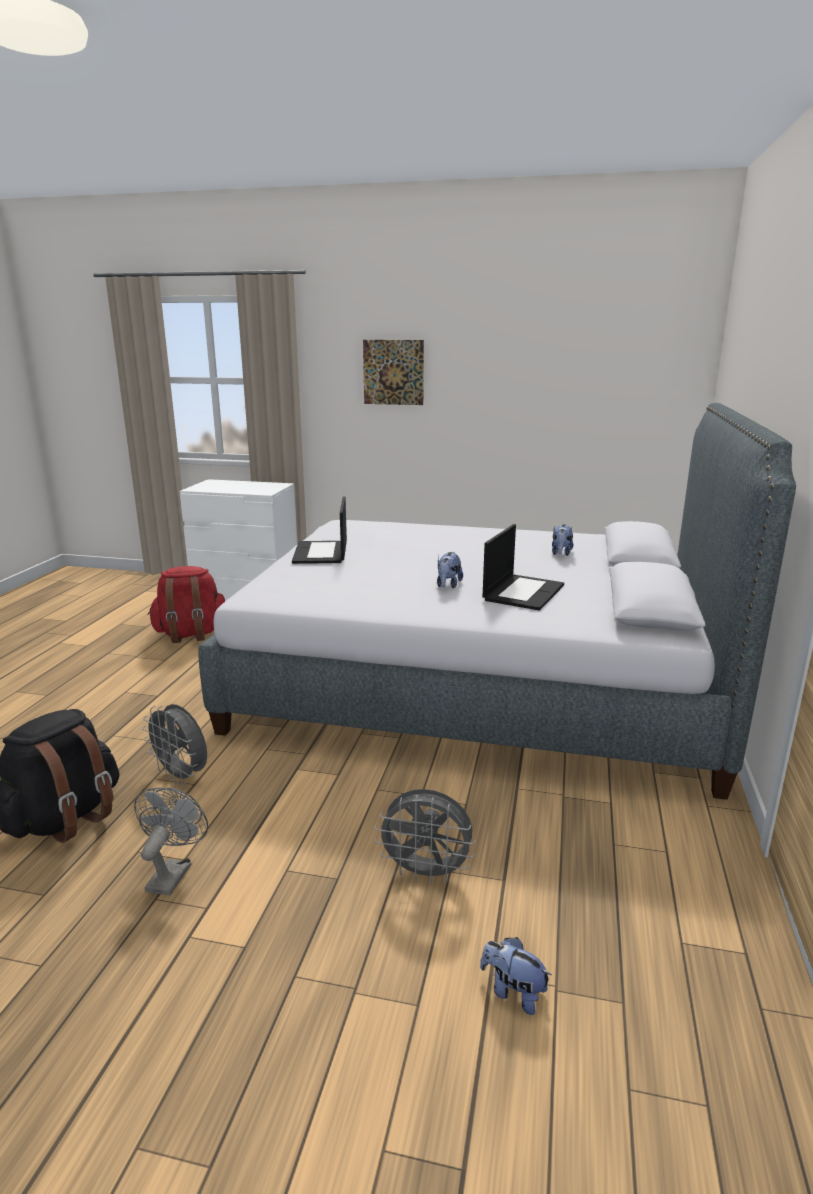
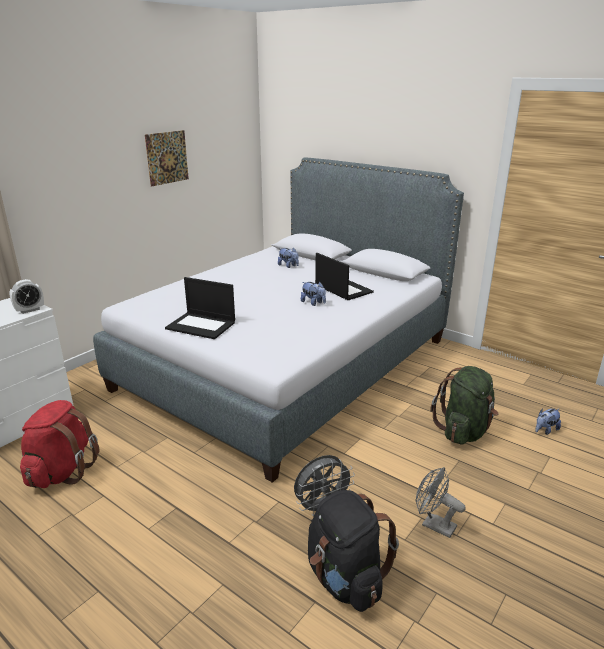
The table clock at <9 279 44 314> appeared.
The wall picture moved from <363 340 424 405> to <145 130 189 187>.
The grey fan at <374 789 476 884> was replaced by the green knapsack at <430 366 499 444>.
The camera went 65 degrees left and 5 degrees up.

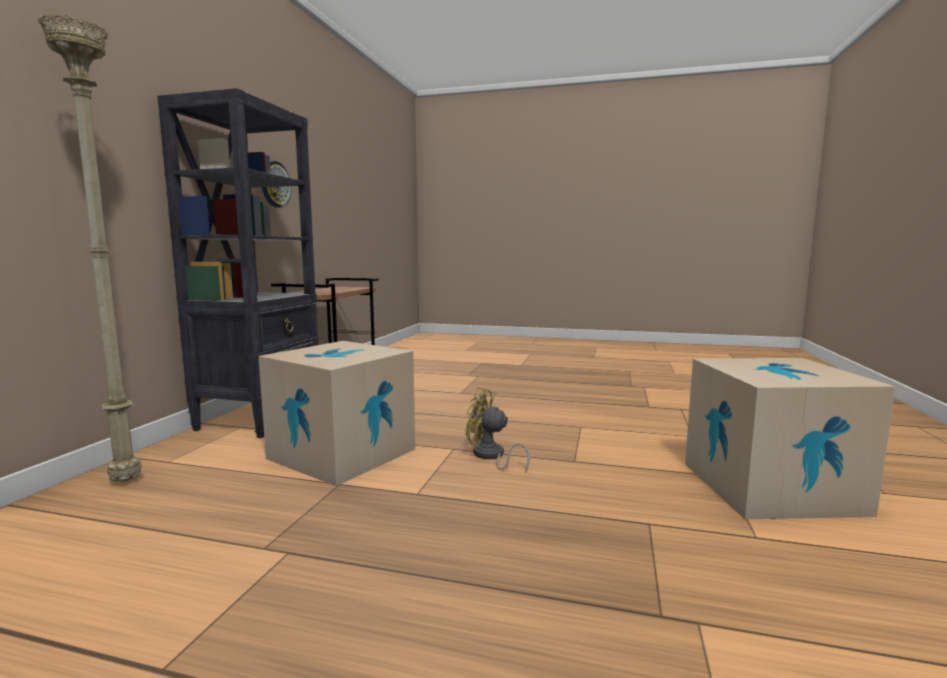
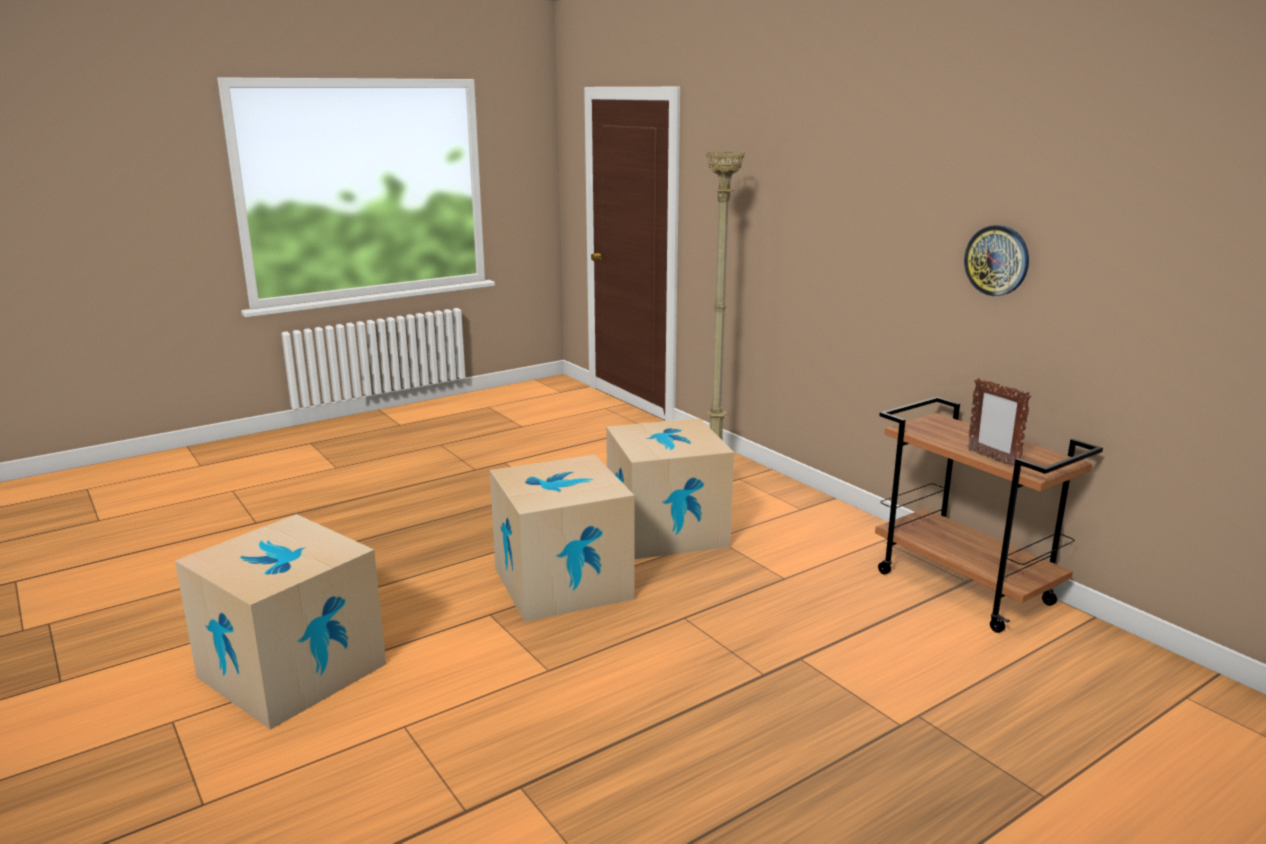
The blackish shelving unit at <157 88 319 438> disappeared.
The picture frame at <967 378 1031 466> appeared.
The yellowish fan at <466 387 530 473> was replaced by the carton at <490 455 635 622>.
The camera went 130 degrees right and 10 degrees up.

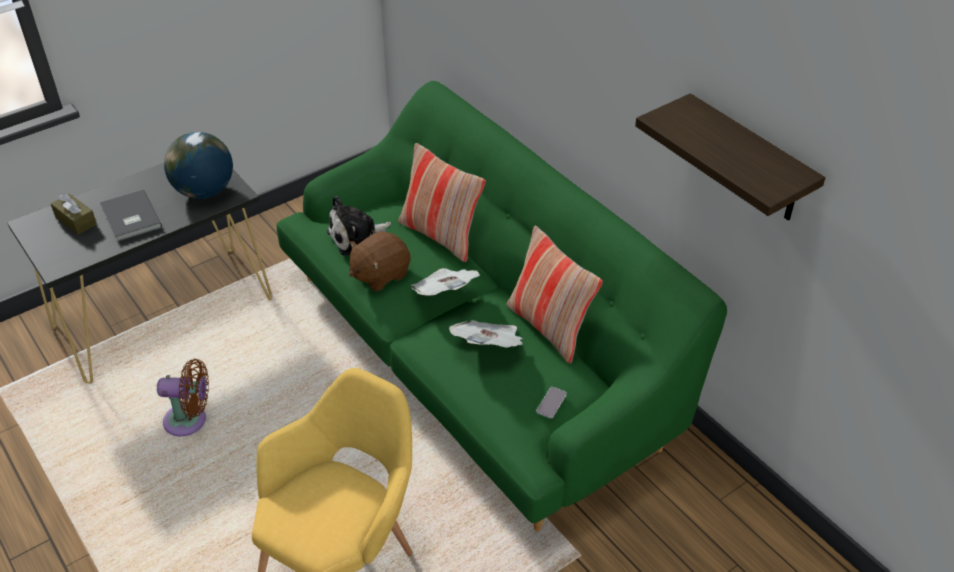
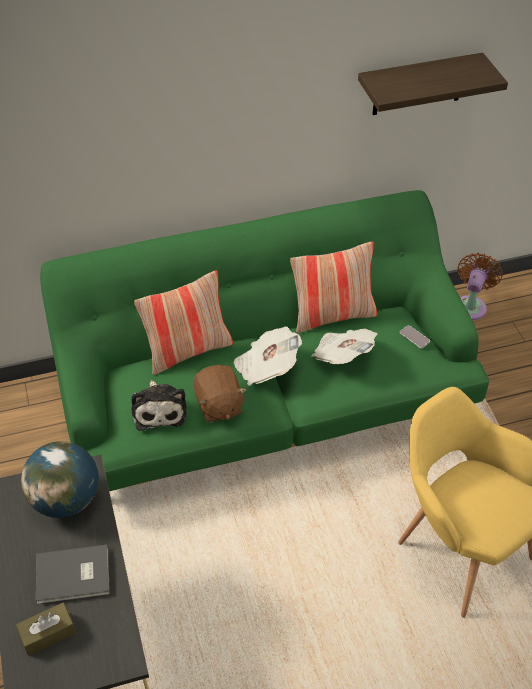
The brown-coloured fan moved from <157 359 209 436> to <458 253 503 320>.
The camera went 70 degrees left and 5 degrees up.

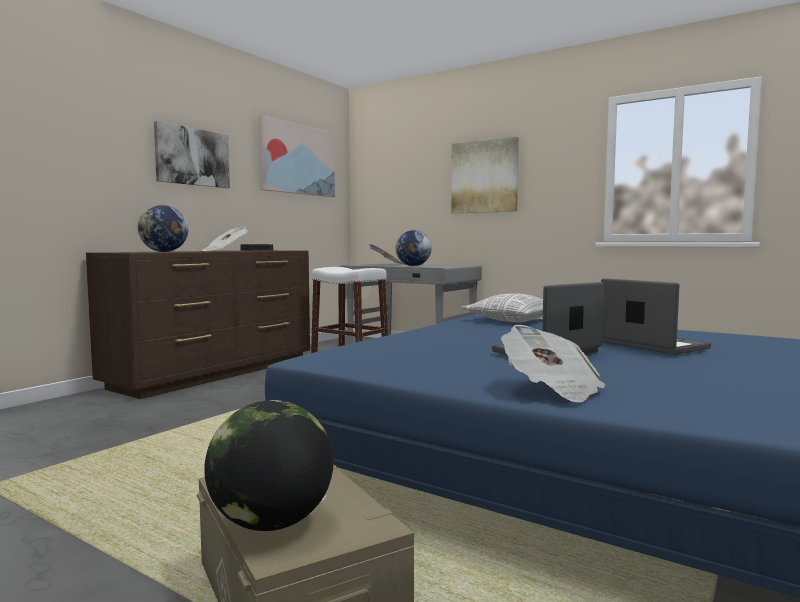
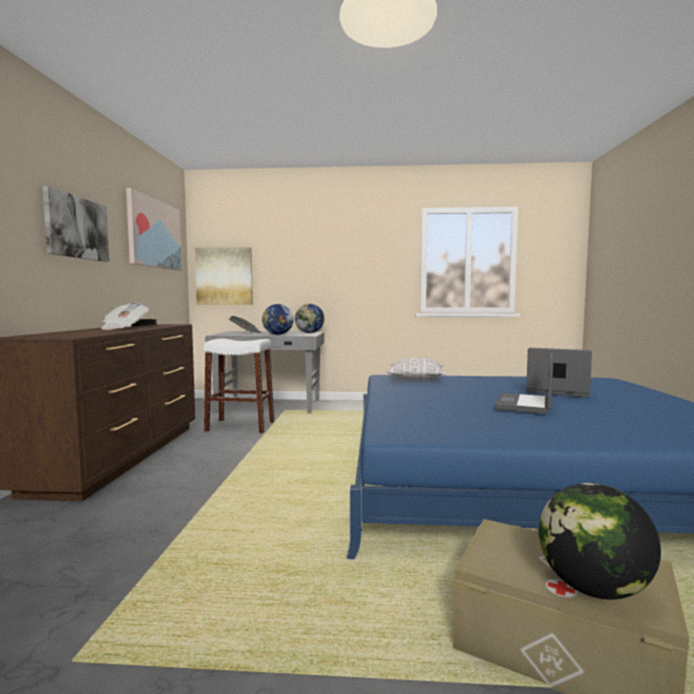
The printed paper at <501 325 606 403> disappeared.
The world globe moved from <138 205 188 252> to <295 304 324 333>.
The wall picture moved from <451 137 519 214> to <195 247 253 305>.
The camera went 30 degrees left and 0 degrees up.

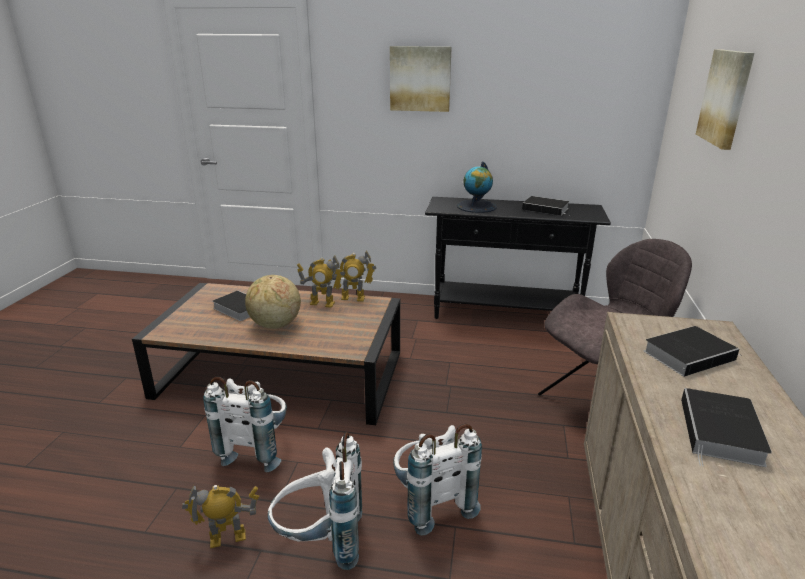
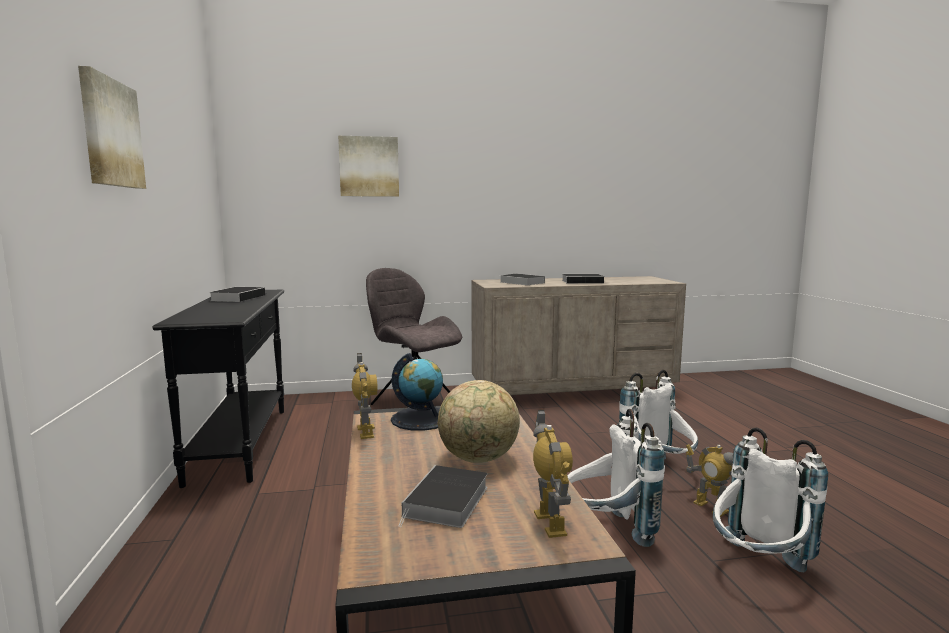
The model robot moved from <297 255 345 308> to <533 410 573 538>.
The white knapsack moved from <393 424 482 536> to <713 427 828 572>.
The world globe moved from <457 162 497 213> to <391 353 443 431>.
The camera went 110 degrees left and 15 degrees down.

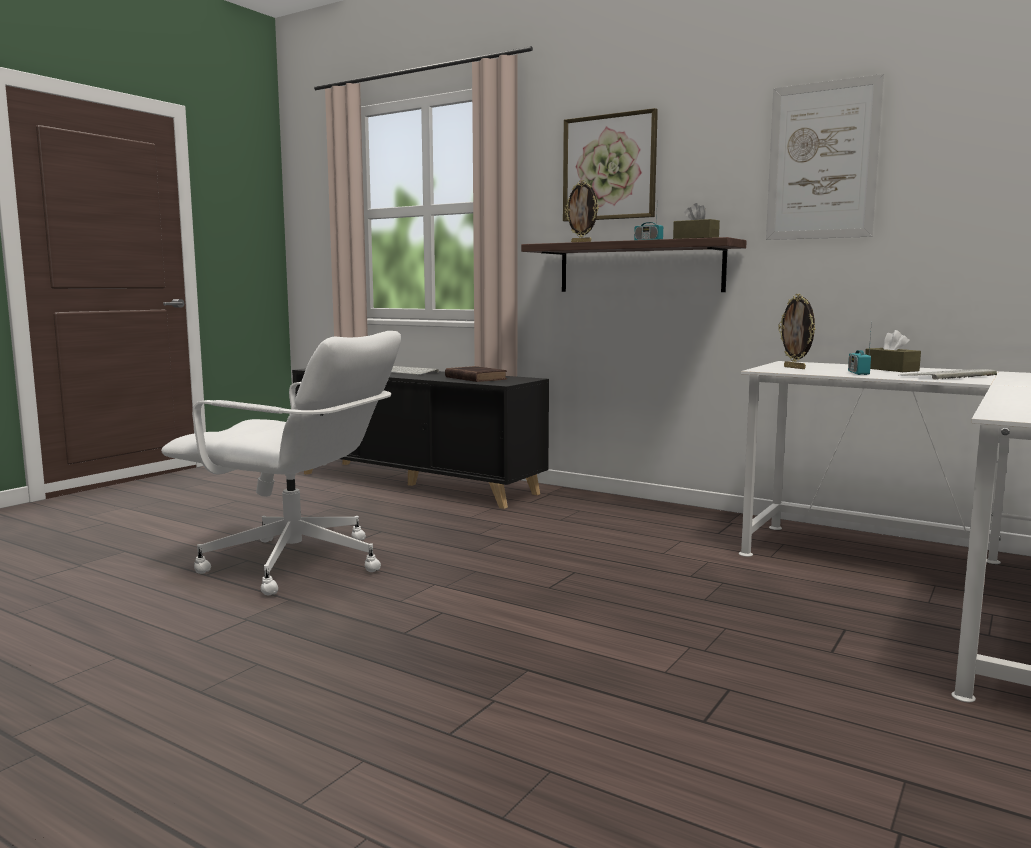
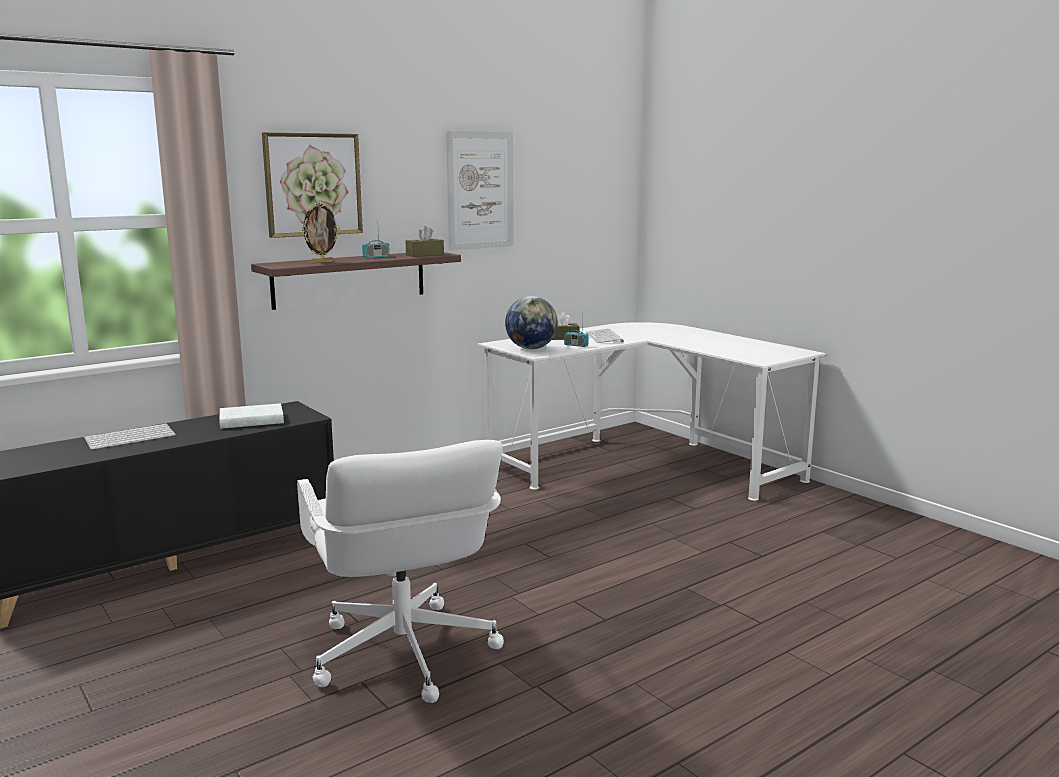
The picture frame at <778 294 815 369> was replaced by the world globe at <505 296 558 349>.
The brown-coloured book at <445 366 507 382> became the white book at <219 403 284 429>.
The white desk chair at <161 331 401 596> turned 120 degrees clockwise.
The camera went 70 degrees left and 5 degrees up.

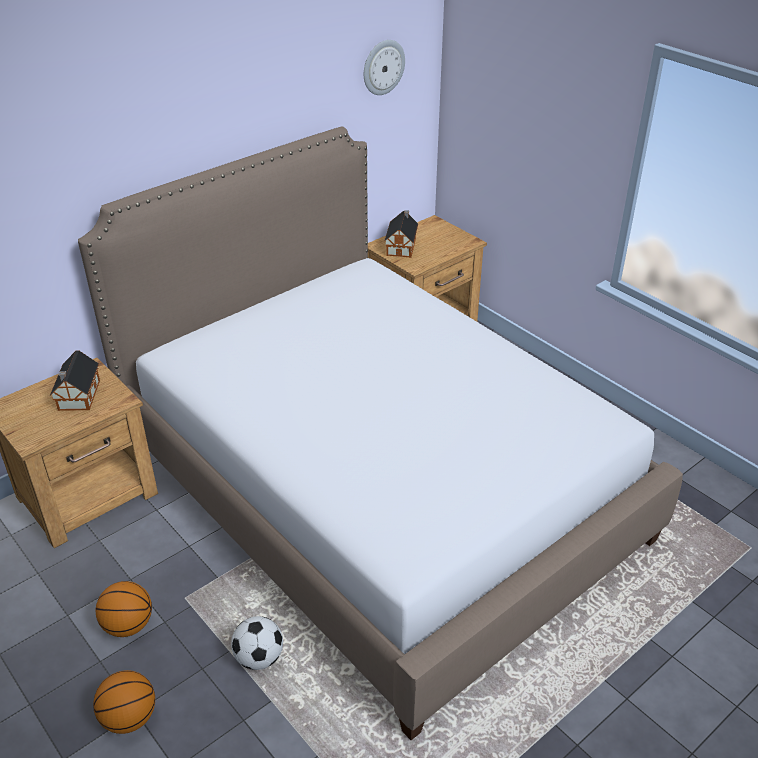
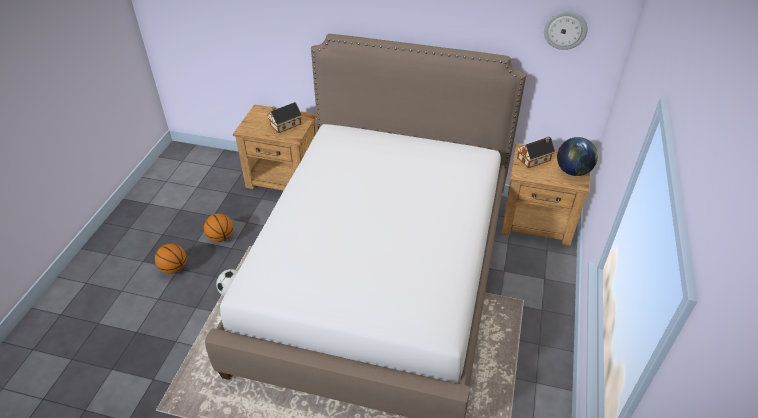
The world globe at <557 137 598 176> appeared.
The camera went 55 degrees right and 5 degrees up.

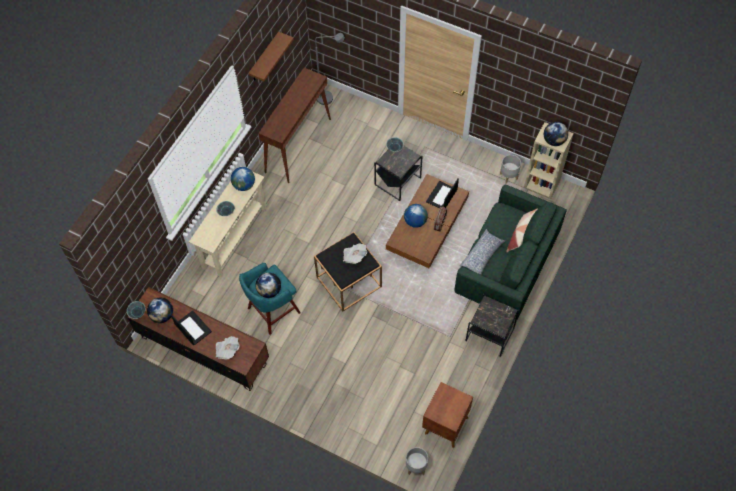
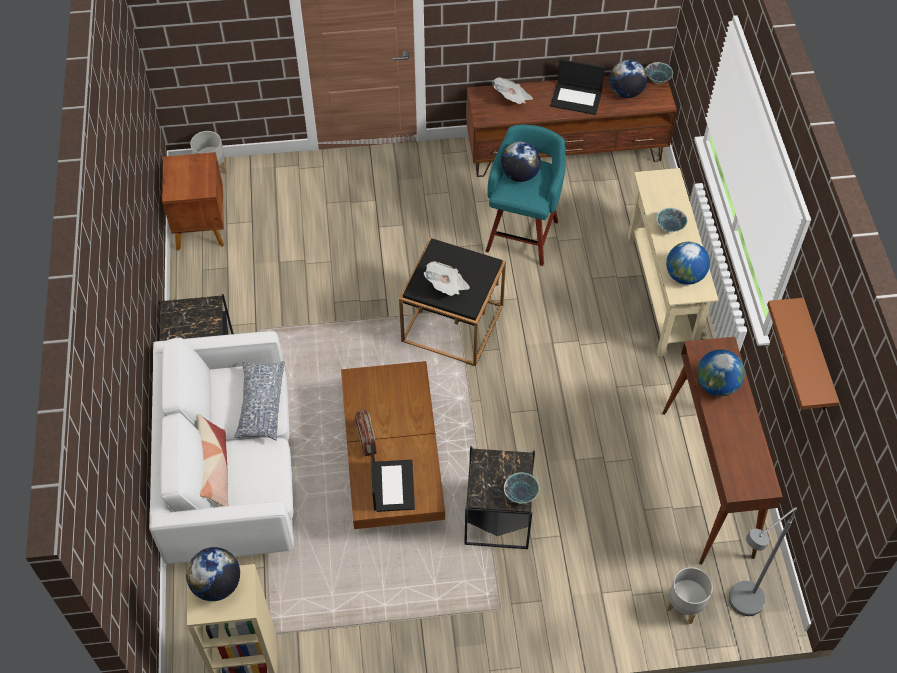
The world globe moved from <404 204 428 228> to <697 349 745 396>.
The grey flower pot moved from <500 155 521 184> to <666 567 713 624>.
The green settee at <454 185 567 319> became the white settee at <149 331 294 564>.
The camera went 145 degrees right and 5 degrees down.

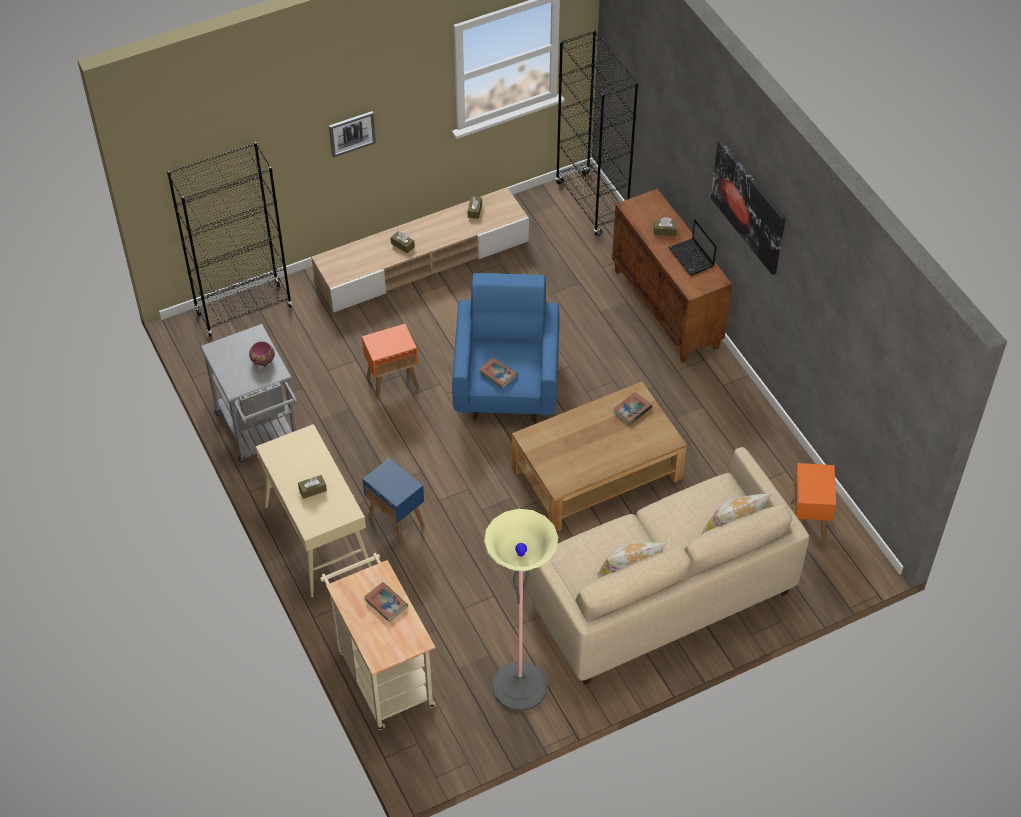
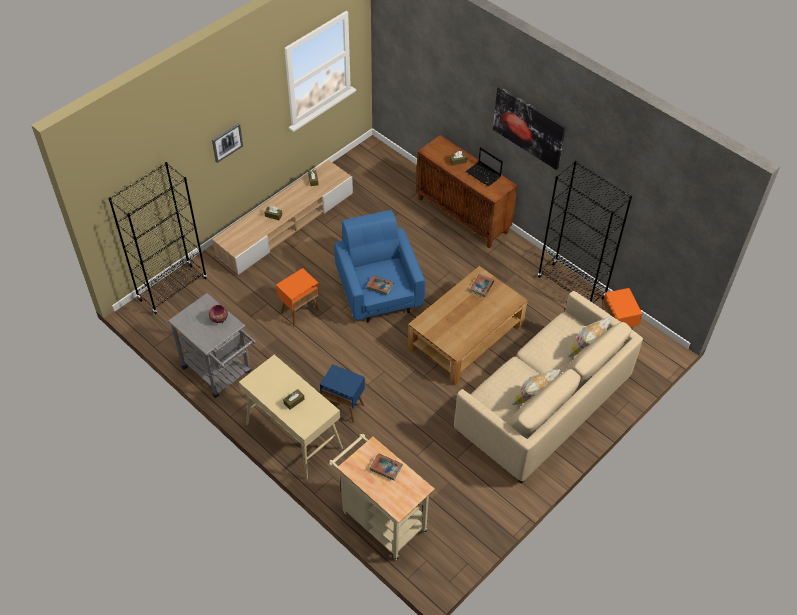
The floor lamp at <484 509 558 711> disappeared.
The blackish shelving unit moved from <555 30 638 236> to <538 161 632 303>.
The camera went 20 degrees left and 0 degrees up.

